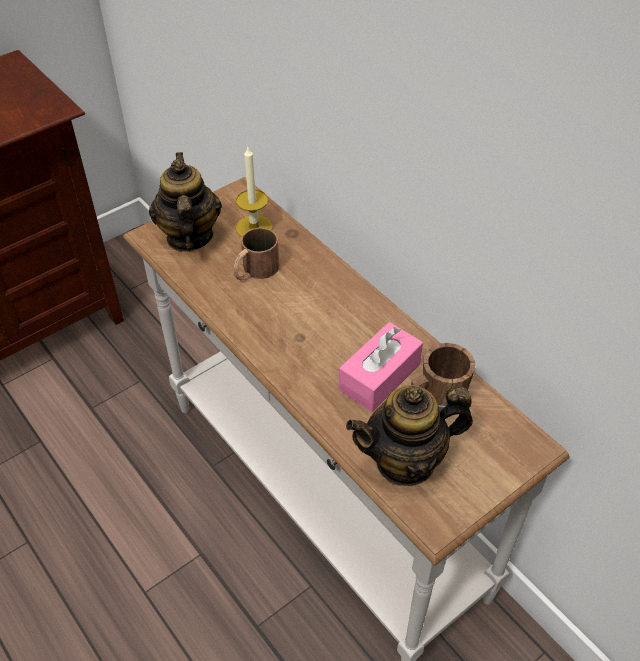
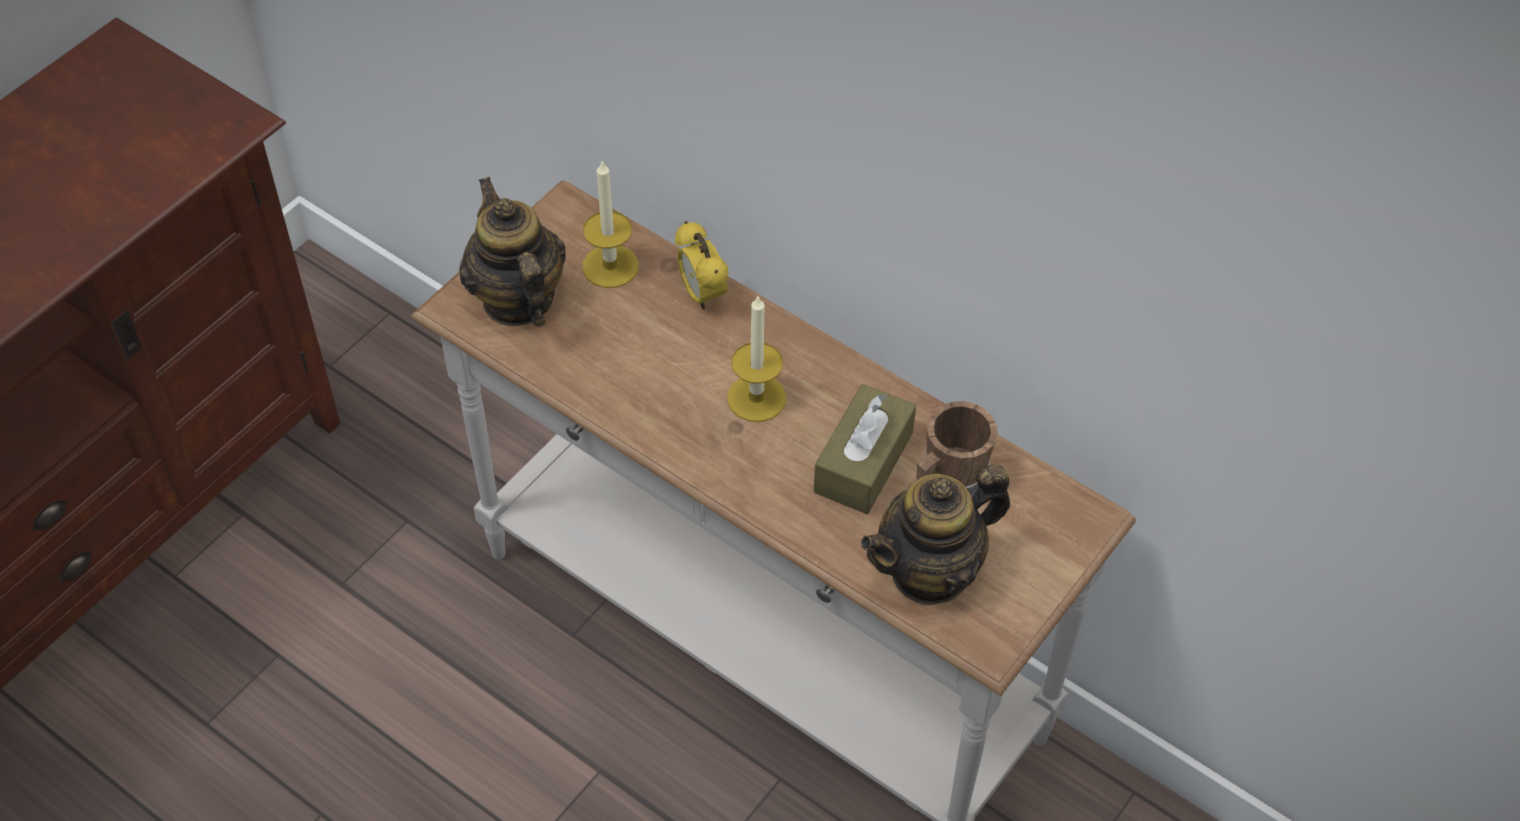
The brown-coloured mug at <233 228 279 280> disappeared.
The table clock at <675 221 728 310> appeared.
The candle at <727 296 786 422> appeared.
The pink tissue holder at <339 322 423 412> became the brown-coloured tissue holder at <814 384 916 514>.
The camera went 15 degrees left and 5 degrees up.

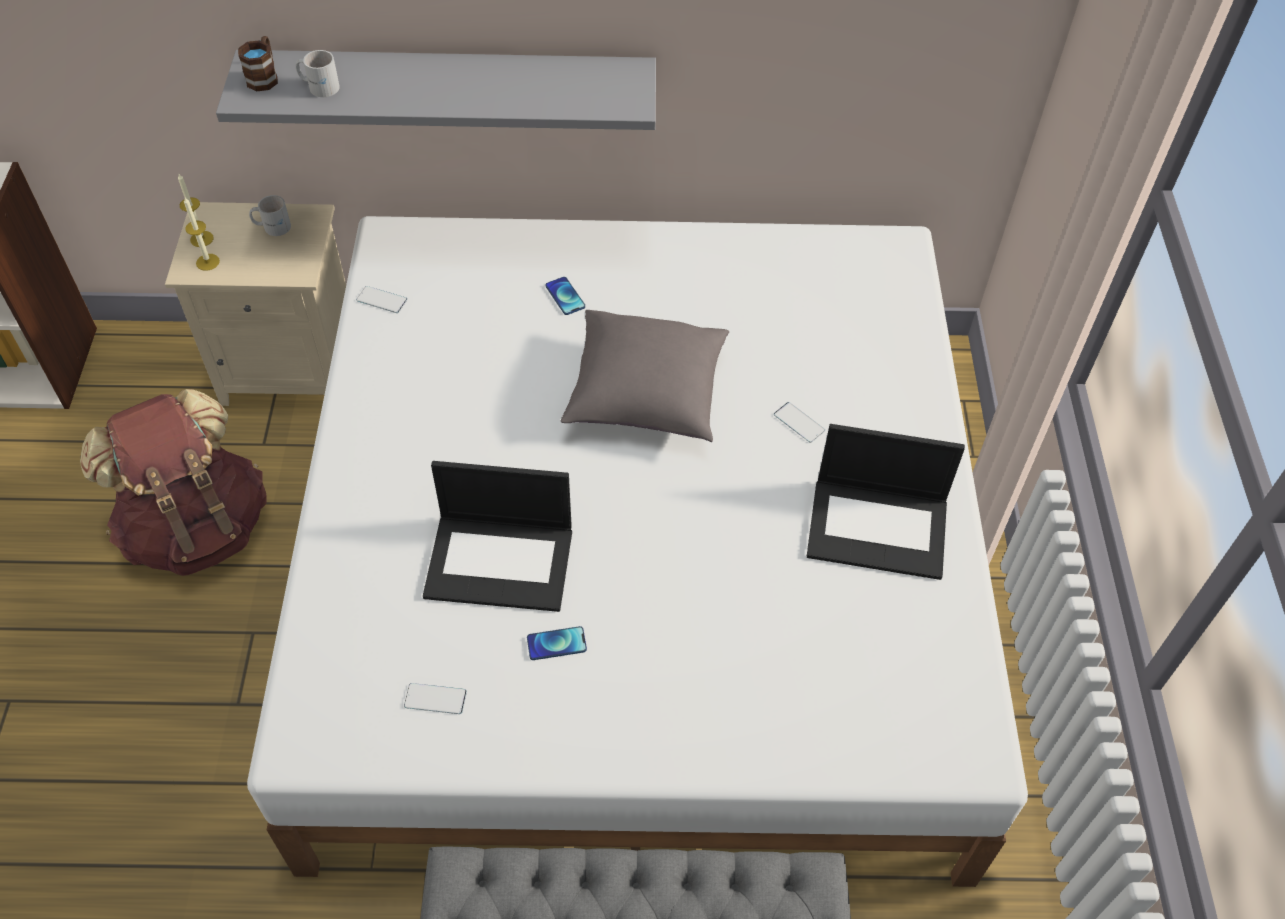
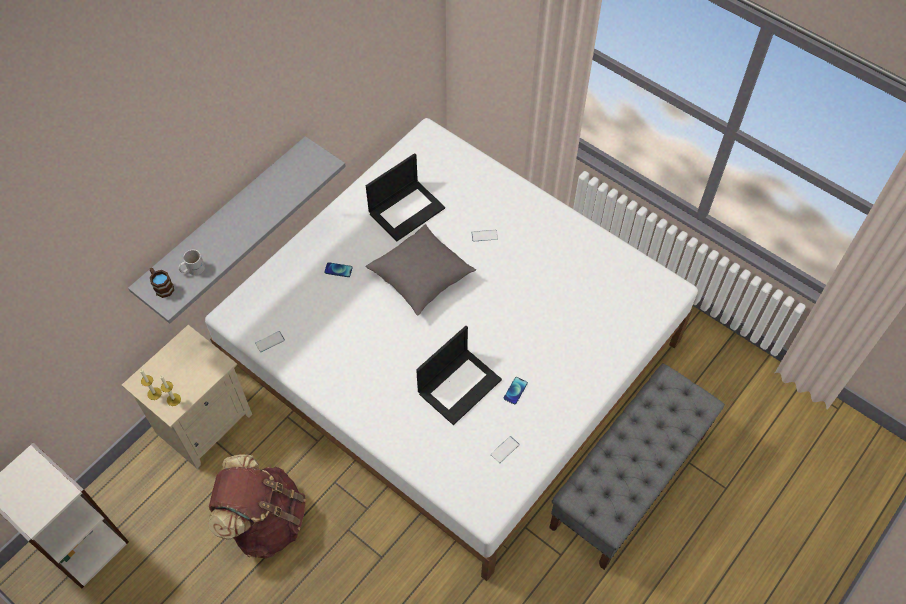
The white mug at <249 195 291 236> disappeared.
The portable computer moved from <807 424 965 580> to <366 153 445 241>.
The camera went 50 degrees left and 5 degrees up.

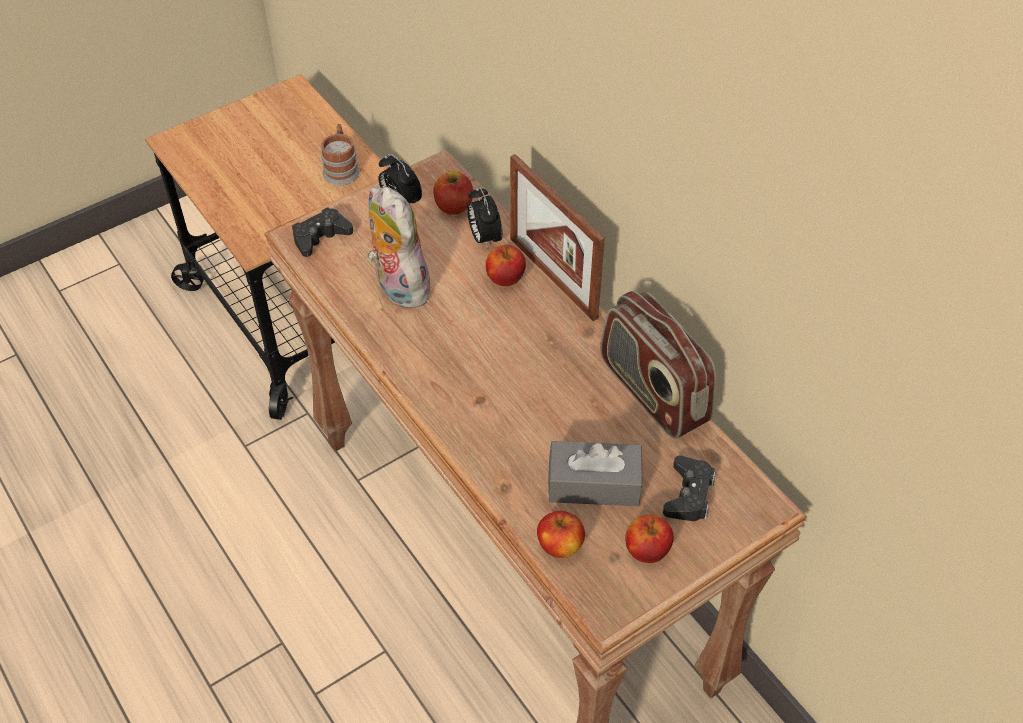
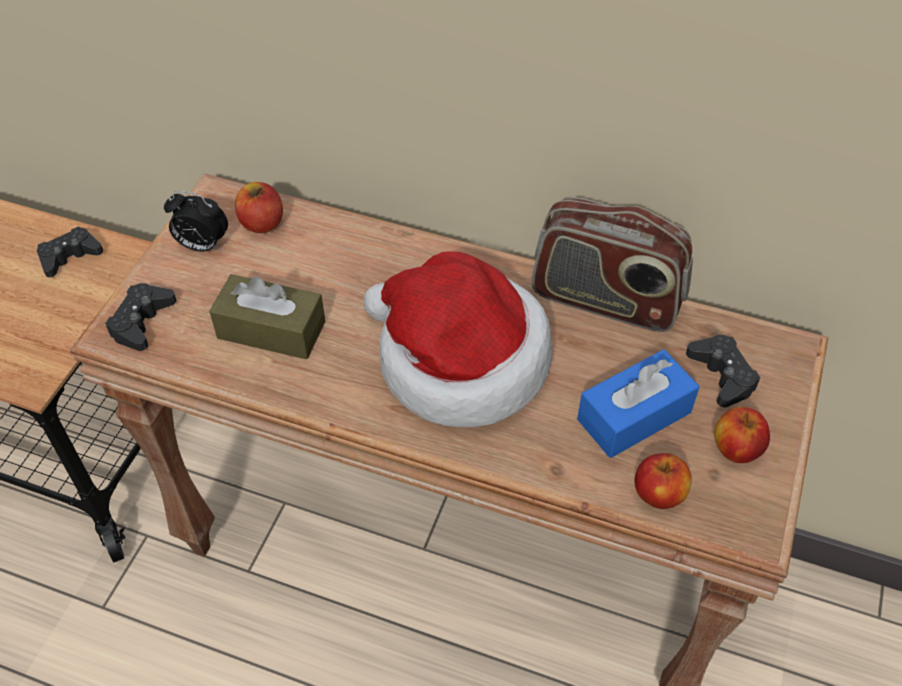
The table clock at <467 187 502 249> disappeared.
The apple fruit at <485 245 526 286> disappeared.
The picture frame at <510 154 605 321> disappeared.
The hat at <364 251 552 427> appeared.
The mug at <321 124 360 186> was replaced by the blackish joypad at <37 227 103 277>.
The cuddly toy at <367 186 433 309> was replaced by the brown-coloured tissue holder at <209 274 326 359>.
The grey tissue holder at <548 441 642 506> became the blue-coloured tissue holder at <577 350 700 458>.
The camera went 35 degrees left and 0 degrees up.

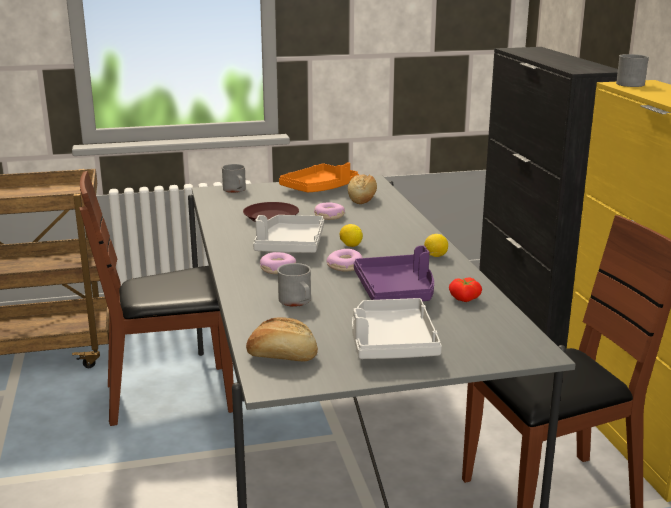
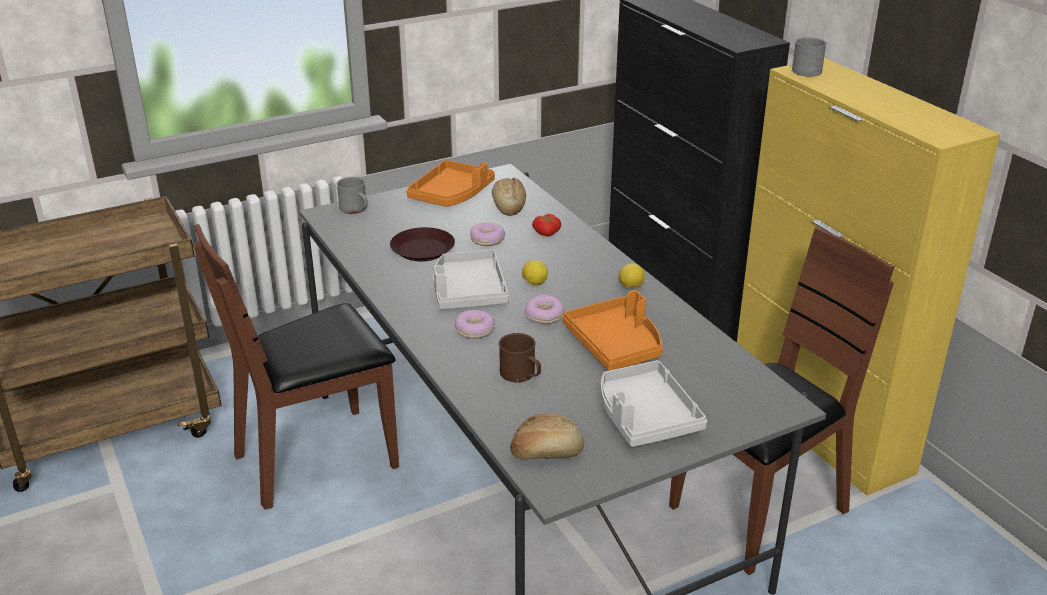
The tomato moved from <449 278 482 302> to <532 214 561 236>.
The grey mug at <277 263 311 307> became the brown-coloured mug at <499 333 541 383>.
The purplish serving tray at <354 245 434 302> became the orange serving tray at <562 290 662 371>.
The camera went 15 degrees left and 10 degrees up.

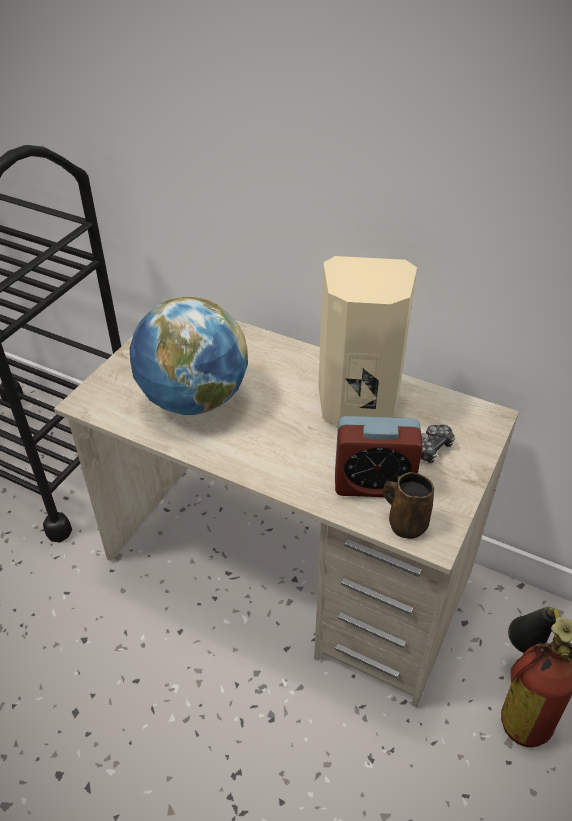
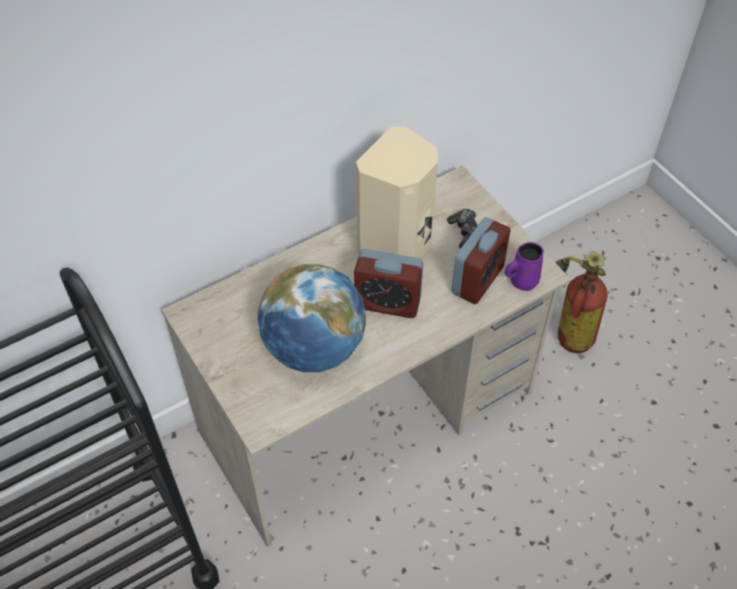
The table clock at <354 249 423 318> appeared.
The brown-coloured mug at <383 472 434 539> became the purplish mug at <505 242 544 291>.
The camera went 60 degrees left and 10 degrees up.

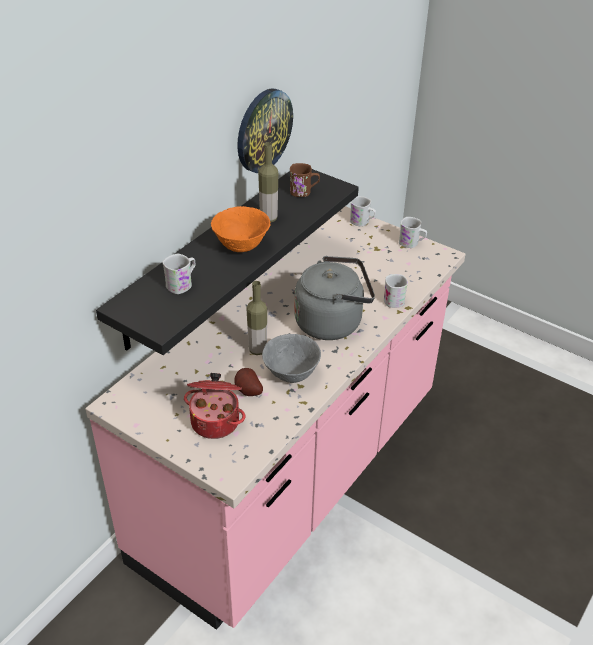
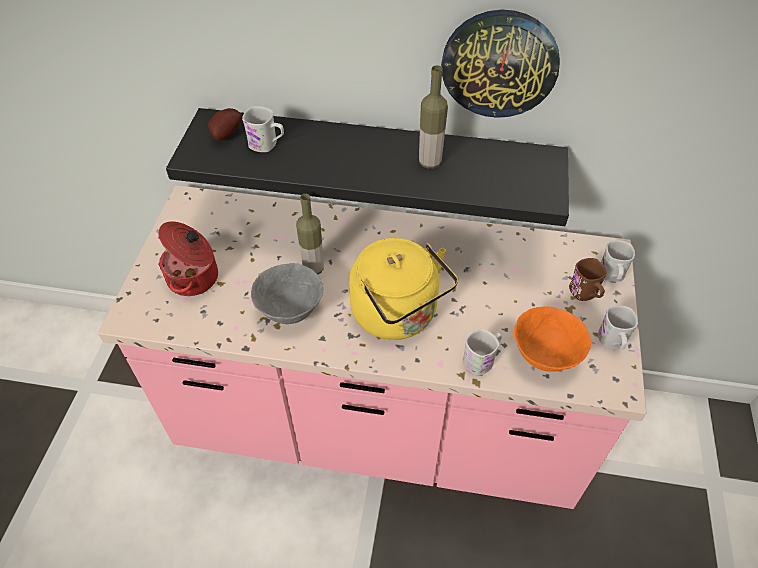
The orange deep dish moved from <211 206 271 252> to <514 306 591 372>.
The spud moved from <235 368 263 396> to <208 108 242 141>.
The brown-coloured mug moved from <290 163 320 197> to <569 258 607 301>.
The grey tea kettle at <294 256 375 340> became the yellowish tea kettle at <349 238 458 340>.
The camera went 65 degrees right and 10 degrees up.

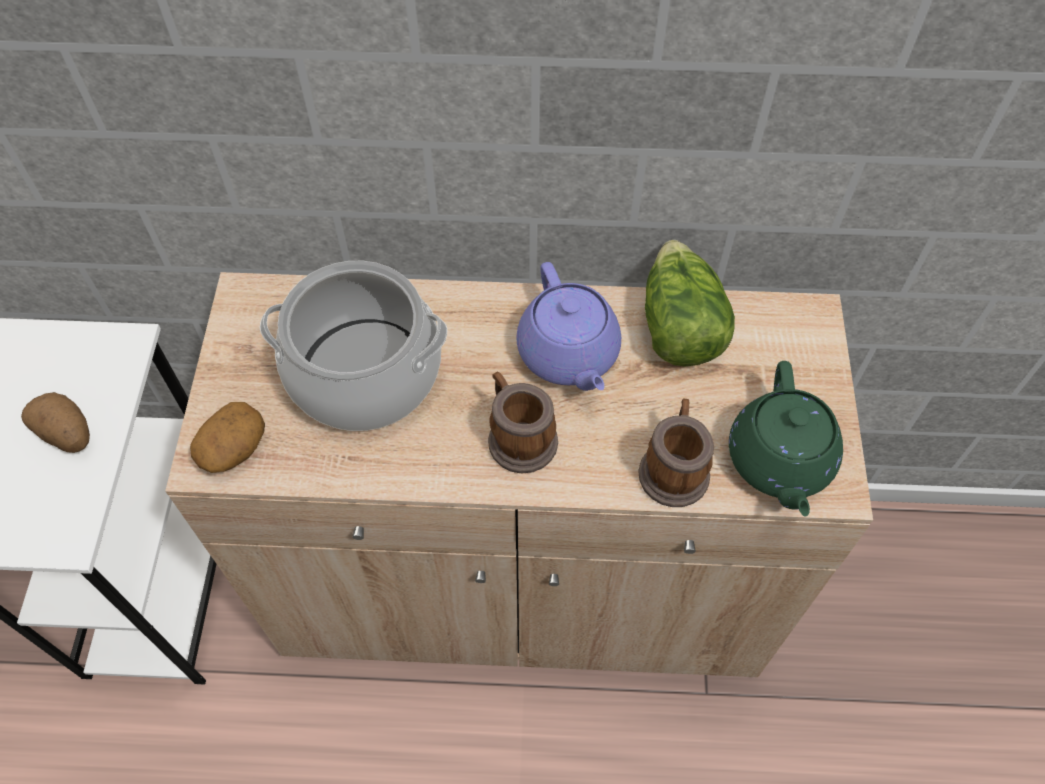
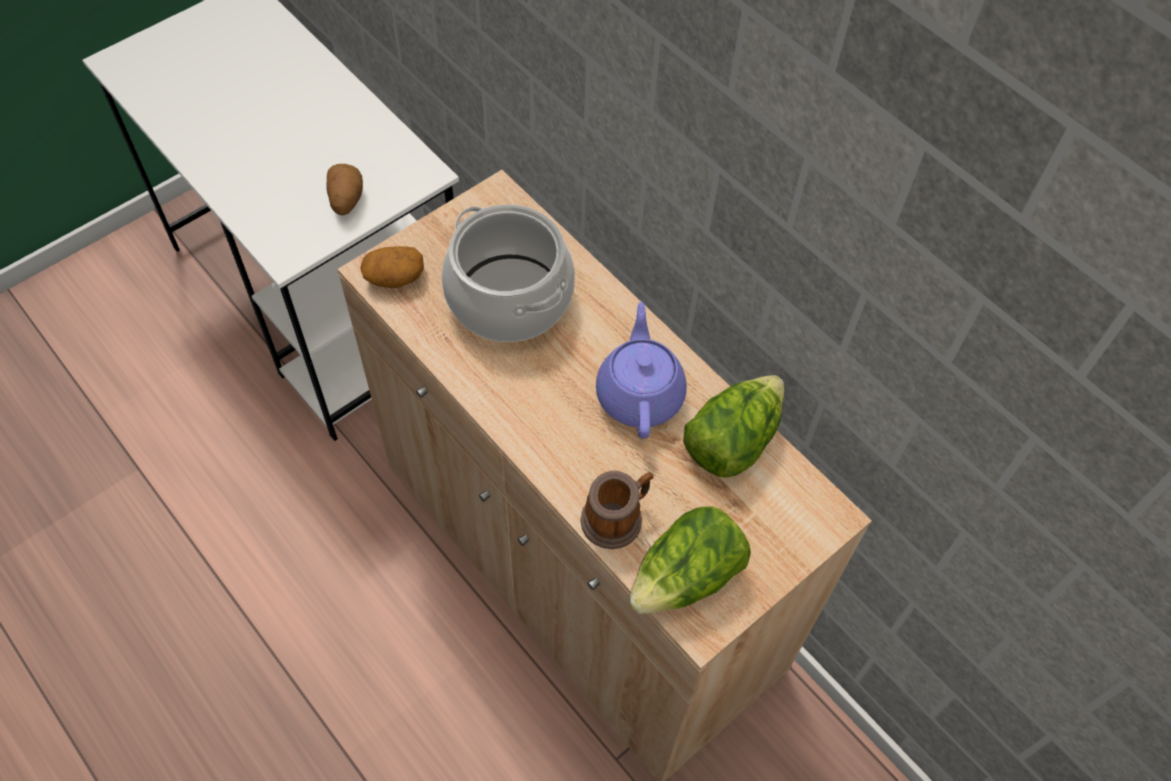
The mug at <488 372 558 473> disappeared.
The green tea pot at <729 361 843 517> was replaced by the head of lettuce at <629 506 751 614>.
The purplish tea pot at <516 262 621 391> turned 150 degrees clockwise.
The camera went 45 degrees right and 0 degrees up.

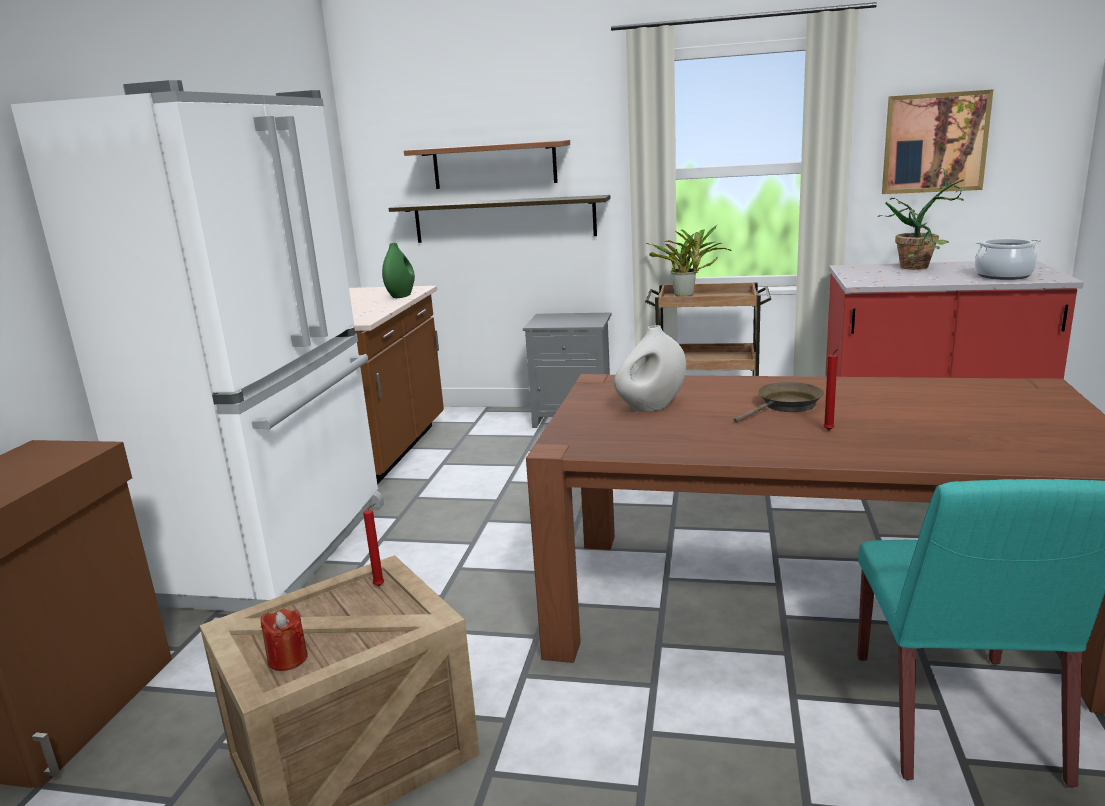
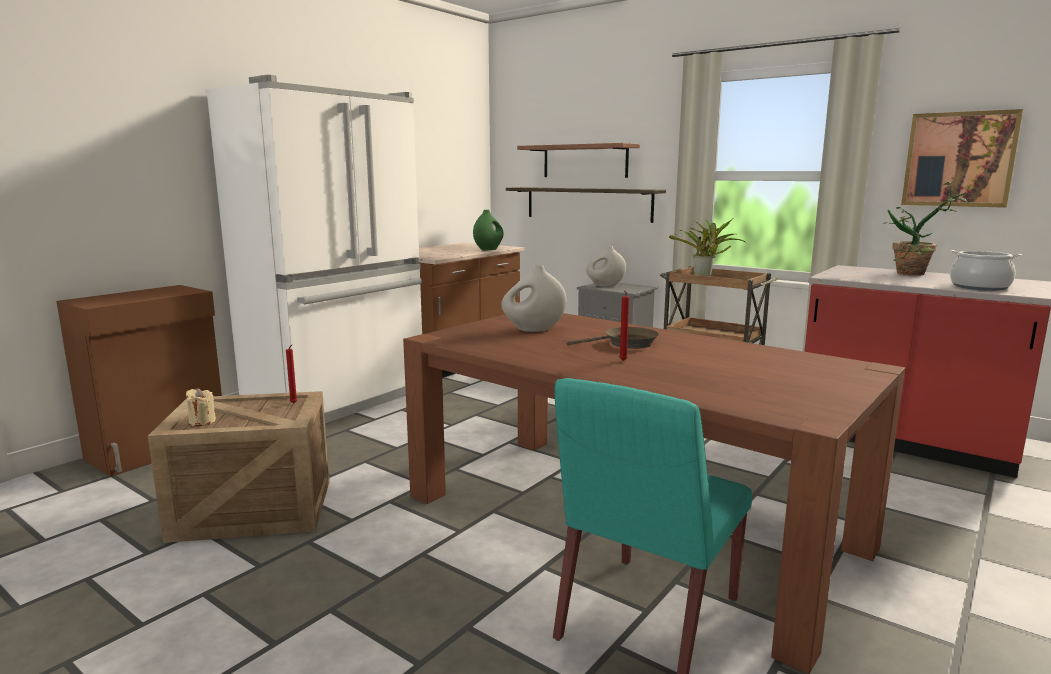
The white vase at <586 246 626 287> appeared.
The reddish candle at <261 609 308 671> became the beige candle at <186 388 216 426>.
The camera went 25 degrees right and 5 degrees down.

